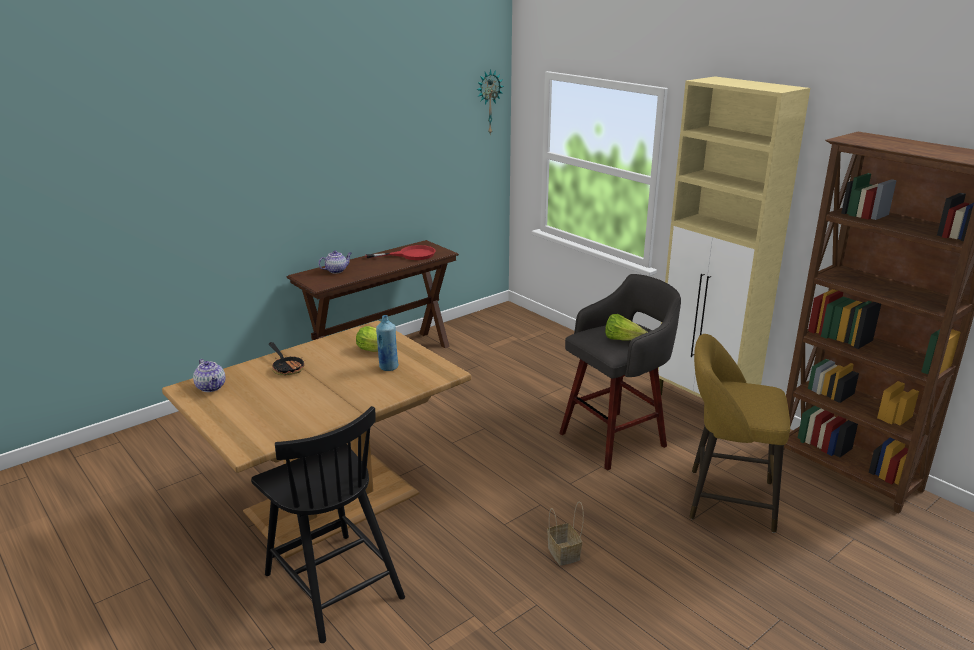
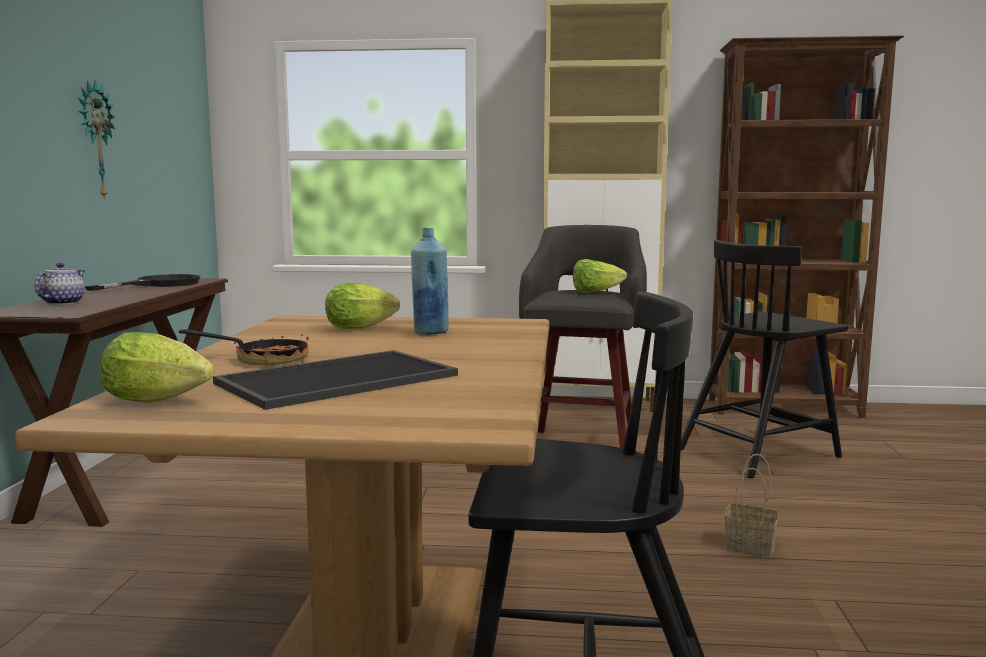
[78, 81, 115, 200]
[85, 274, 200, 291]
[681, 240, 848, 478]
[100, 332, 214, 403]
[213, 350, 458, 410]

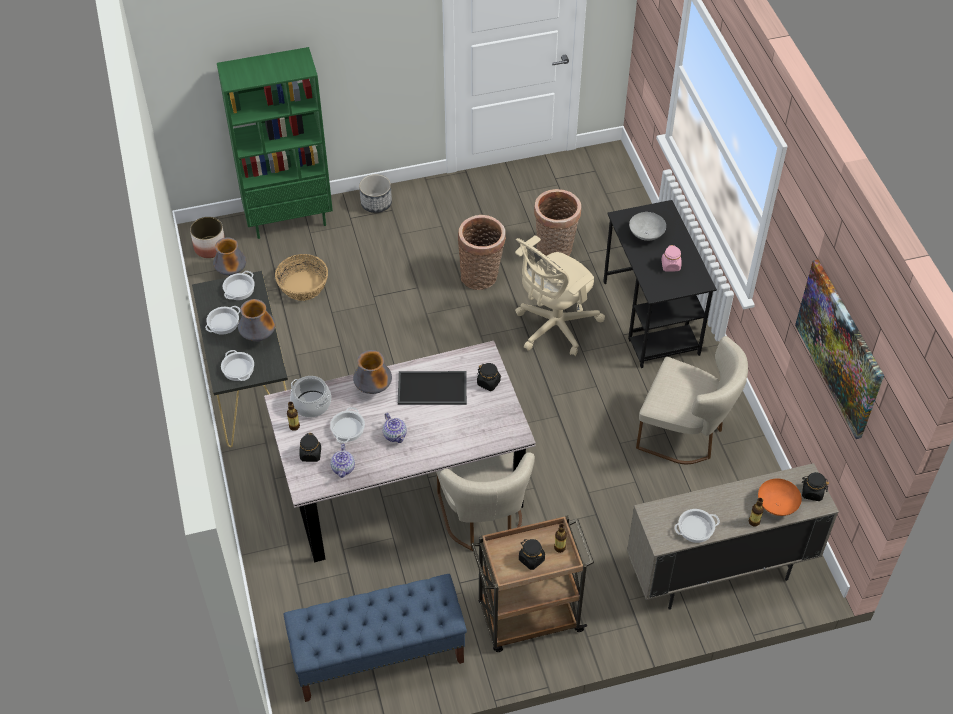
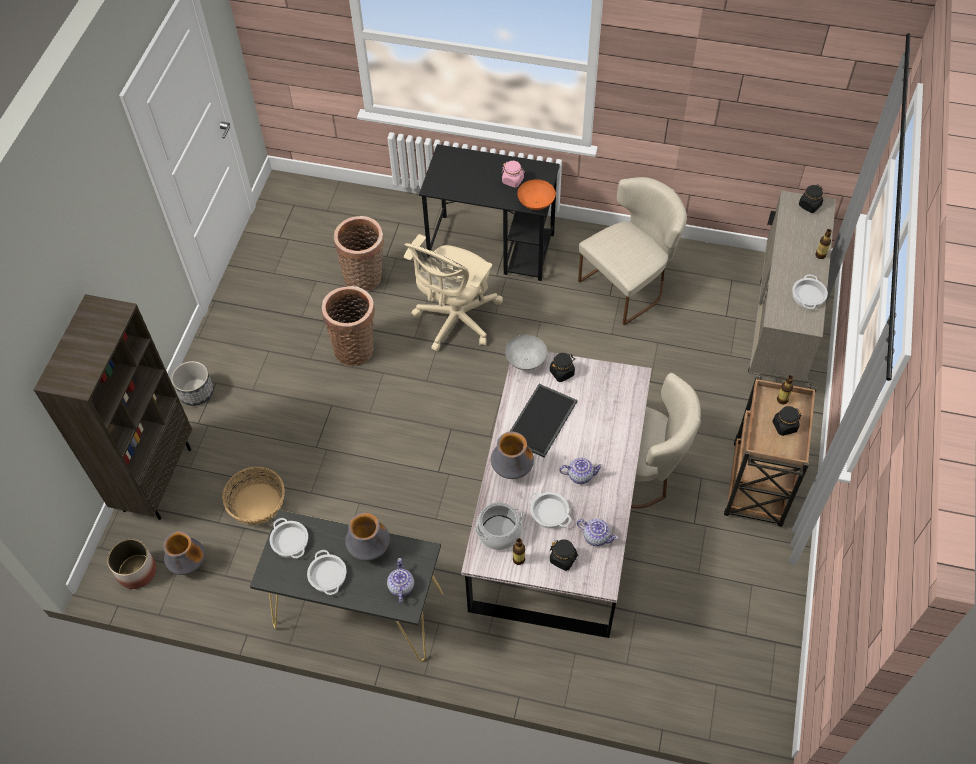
[34, 294, 192, 520]
[505, 335, 547, 370]
[404, 234, 503, 352]
[795, 260, 884, 439] (first image)
[387, 558, 414, 603]
[517, 179, 556, 210]
[283, 574, 467, 702] (first image)

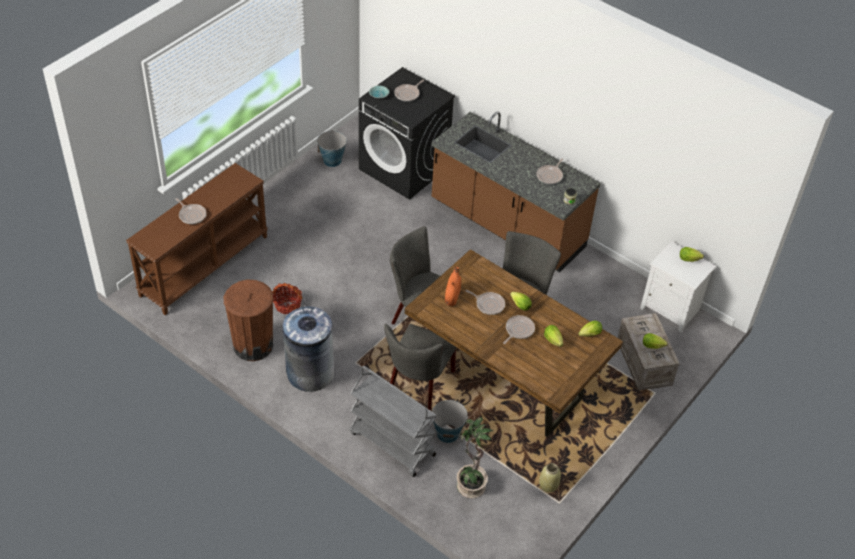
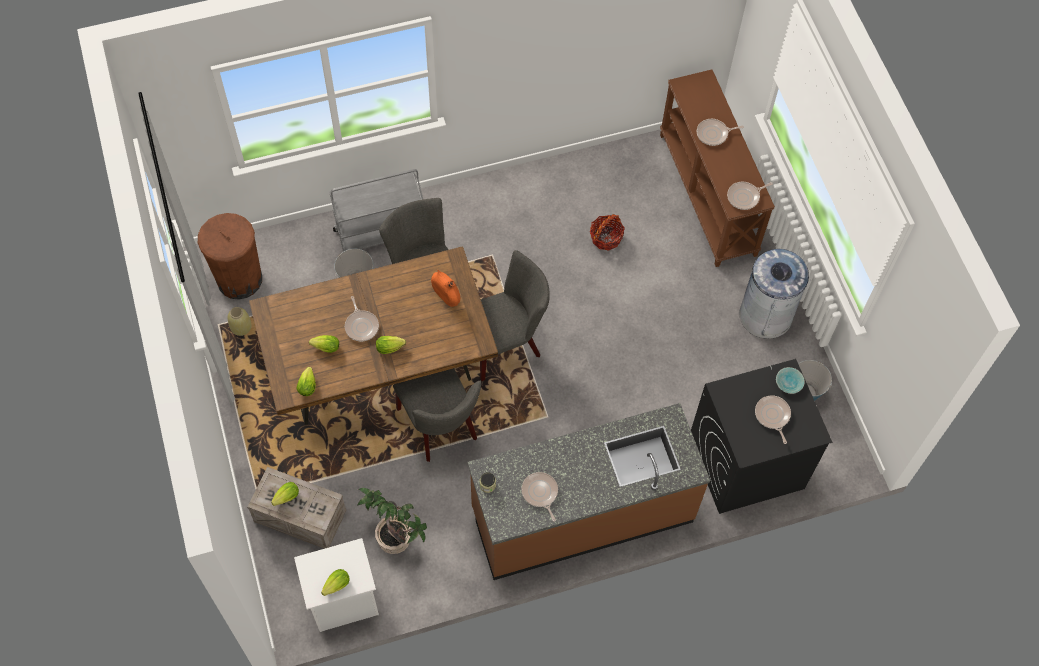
[198, 213, 262, 300]
[727, 182, 773, 210]
[739, 249, 811, 339]
[357, 488, 427, 554]

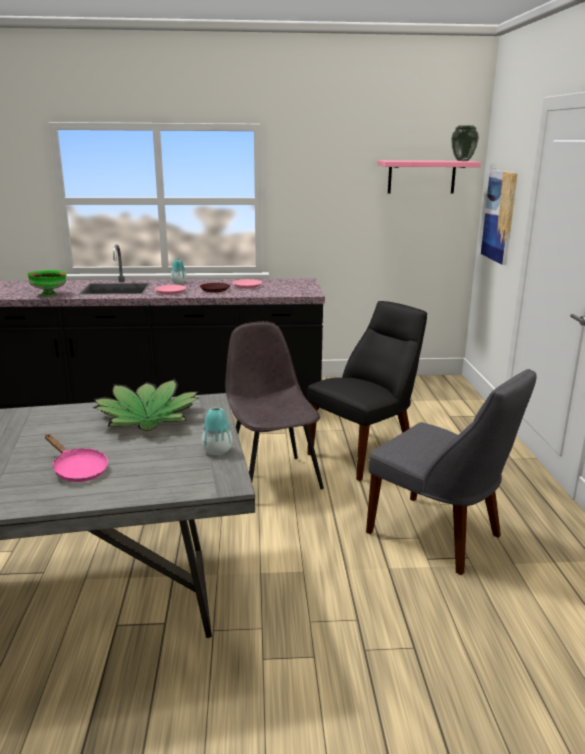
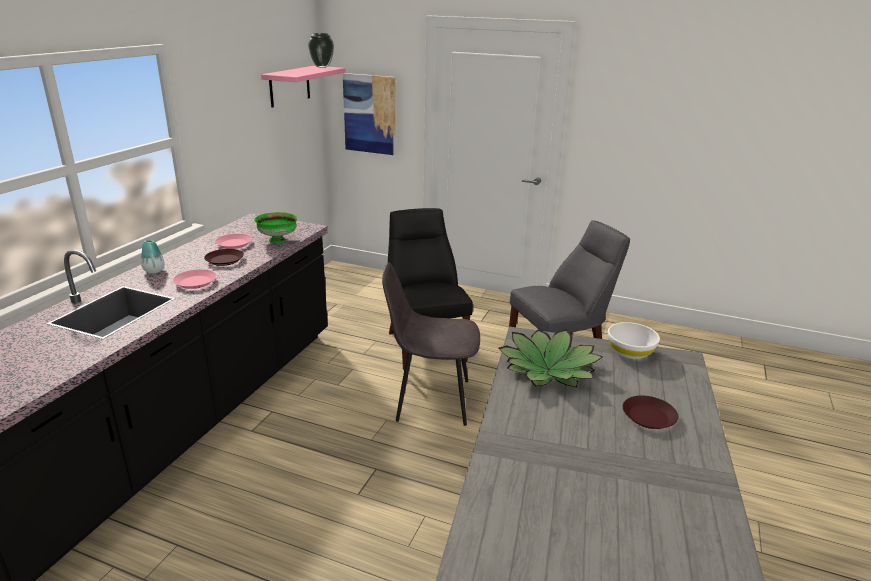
[254, 212, 298, 243]
[608, 322, 660, 359]
[623, 395, 678, 429]

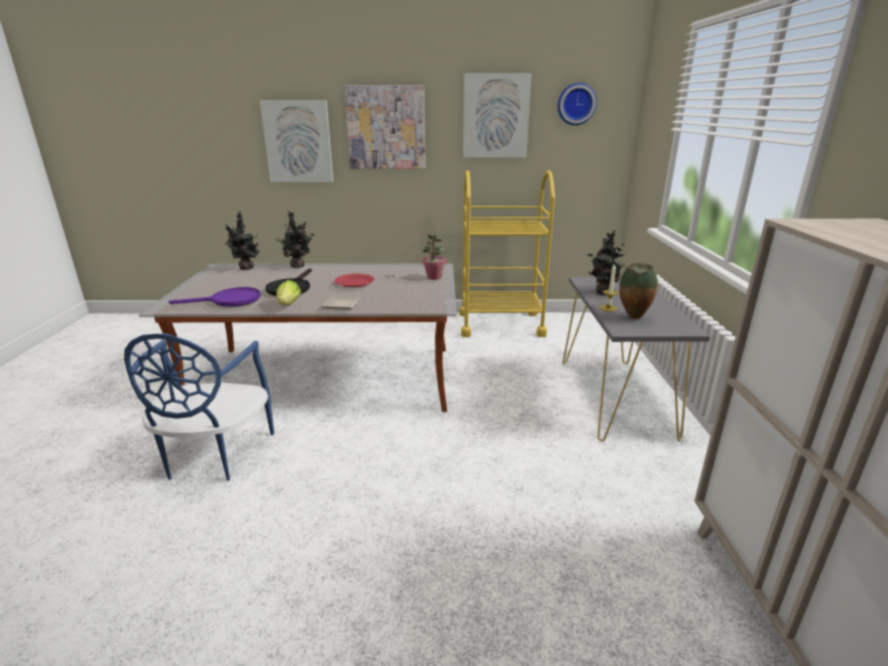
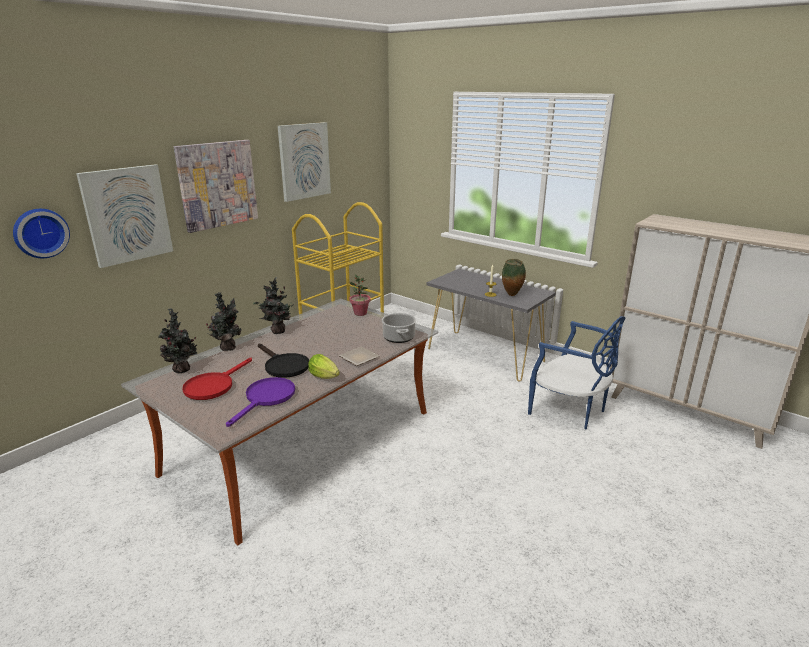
[13, 209, 70, 258]
[253, 277, 294, 334]
[335, 274, 374, 287] (first image)
[528, 316, 625, 430]
[382, 313, 416, 343]
[183, 358, 252, 400]

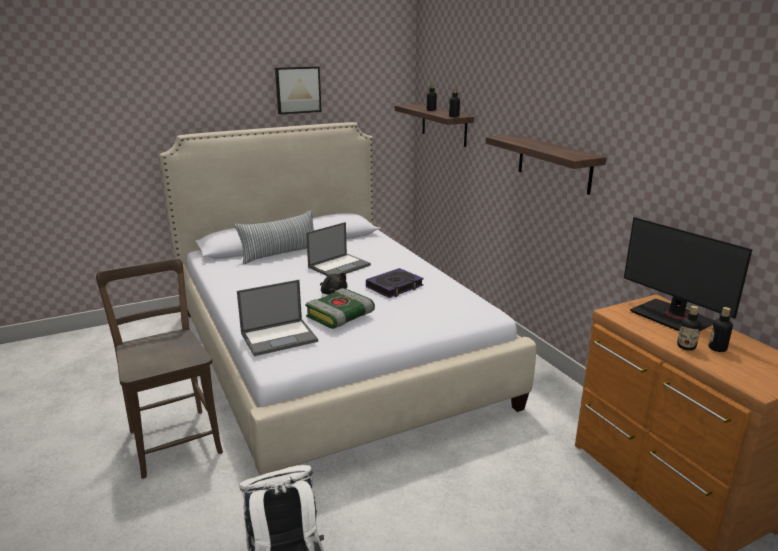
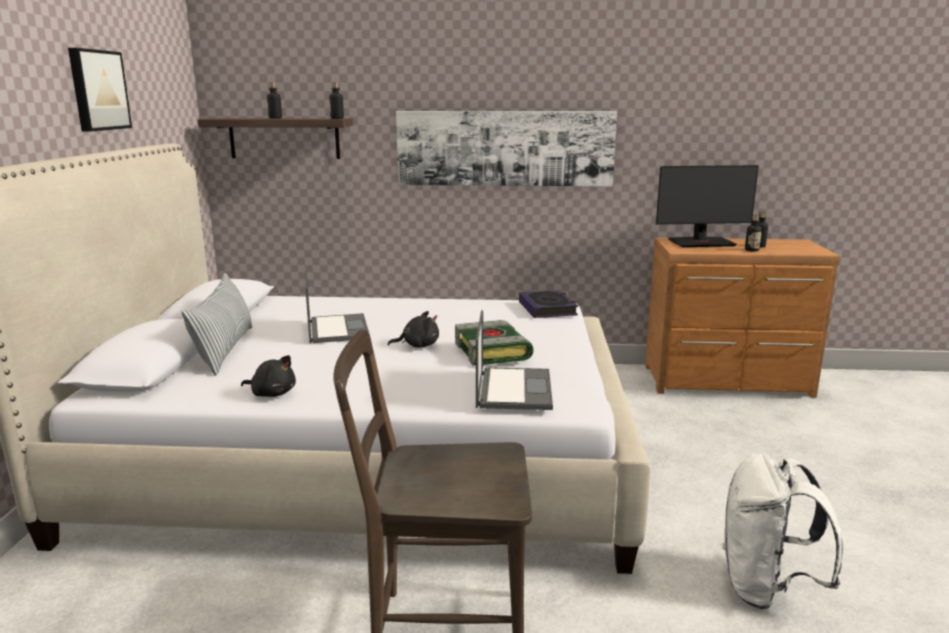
[396, 111, 617, 187]
[519, 290, 578, 318]
[241, 355, 296, 397]

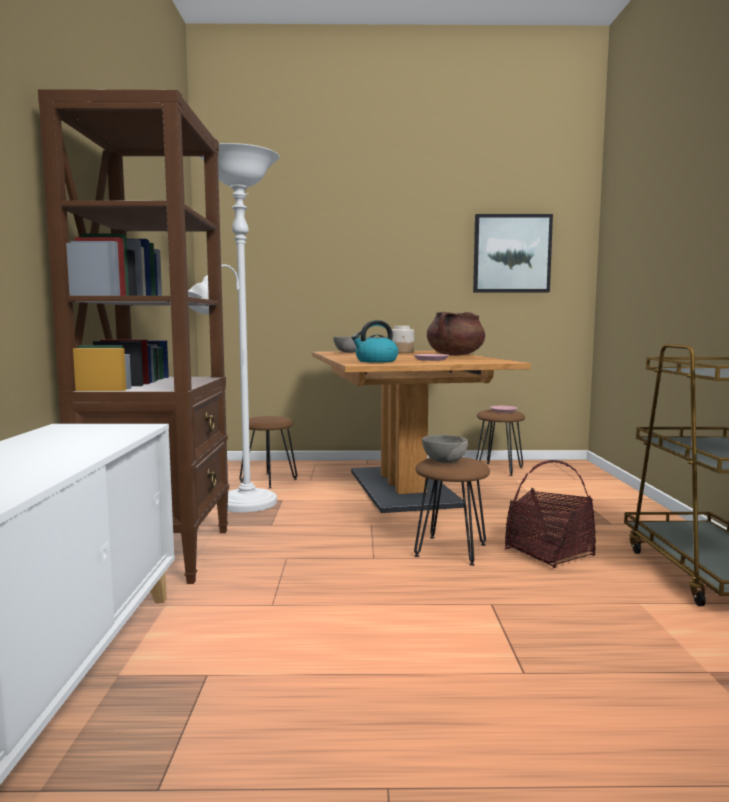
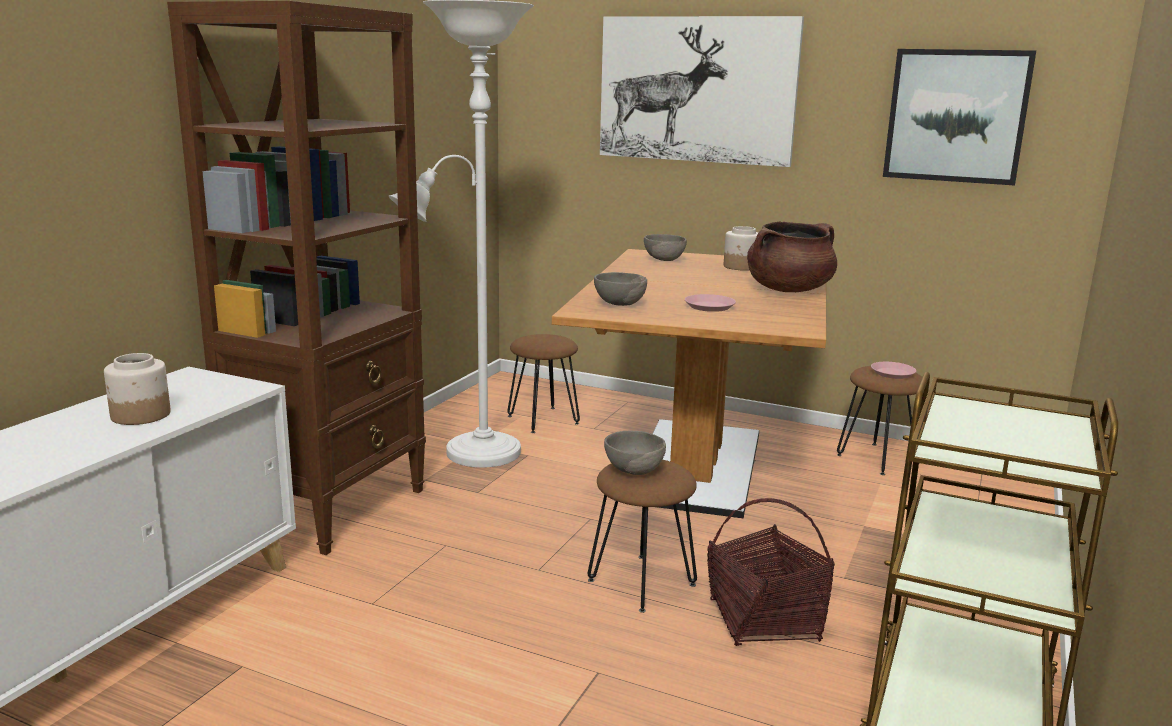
[594, 272, 647, 306]
[600, 16, 804, 167]
[104, 353, 171, 425]

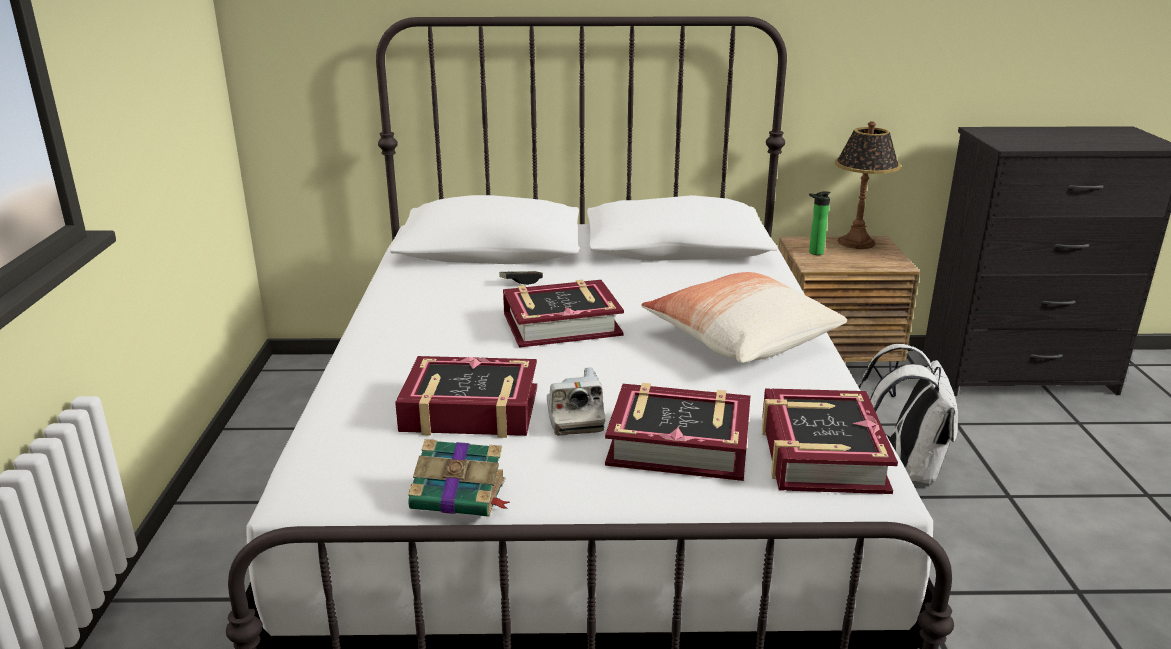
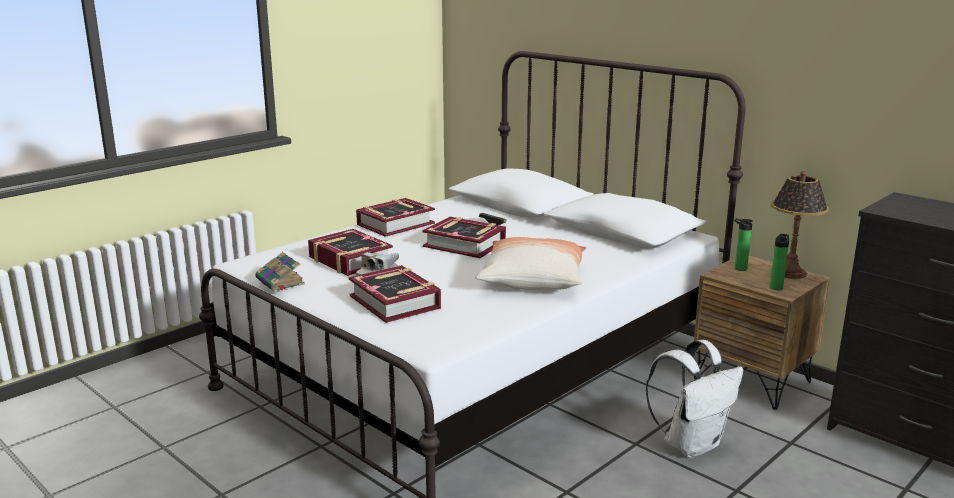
[356, 198, 435, 237]
[770, 234, 789, 290]

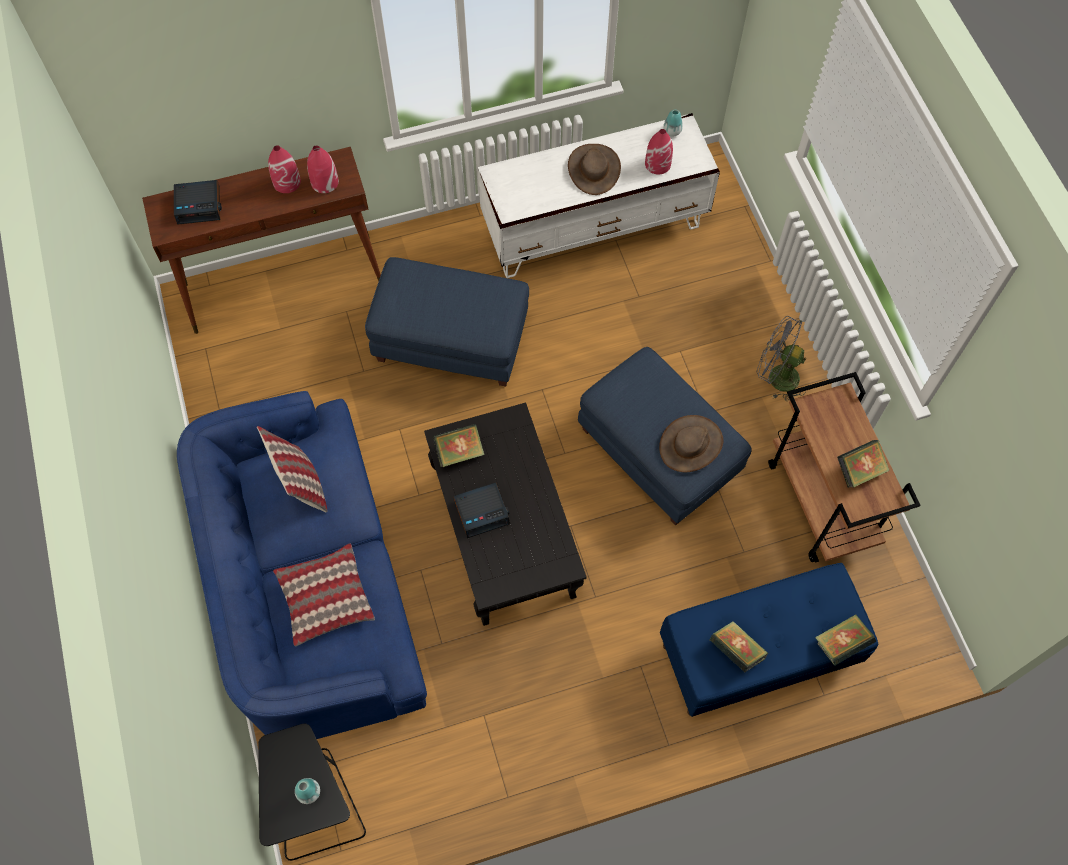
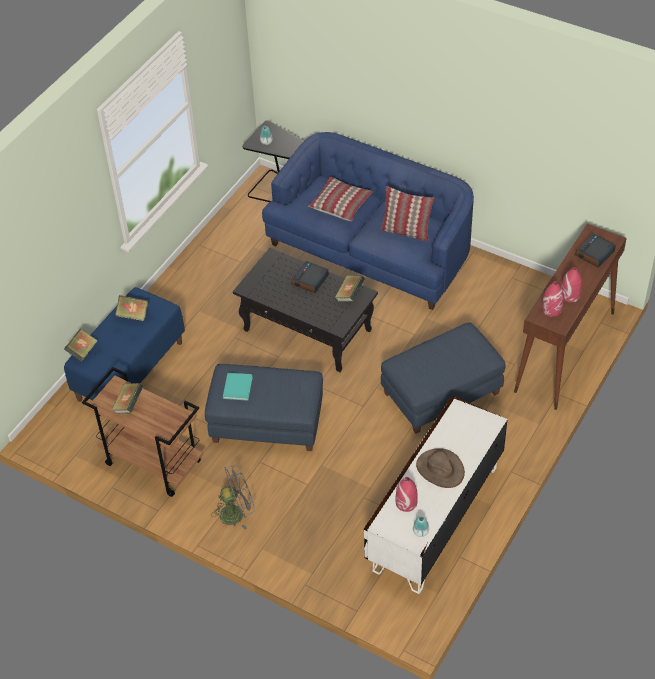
[223, 373, 253, 401]

